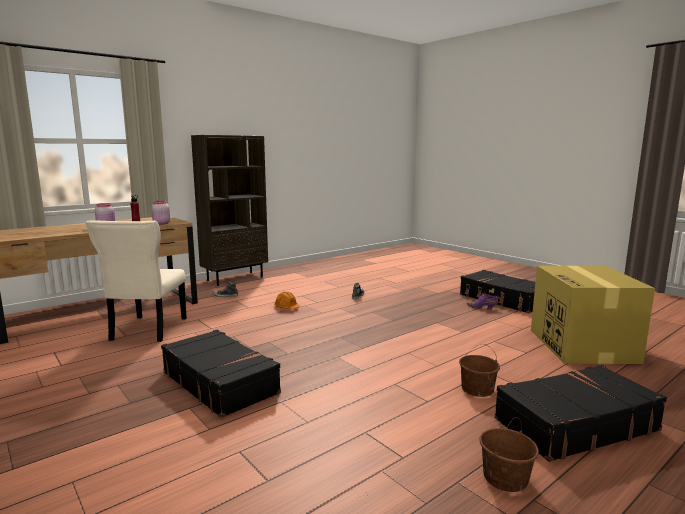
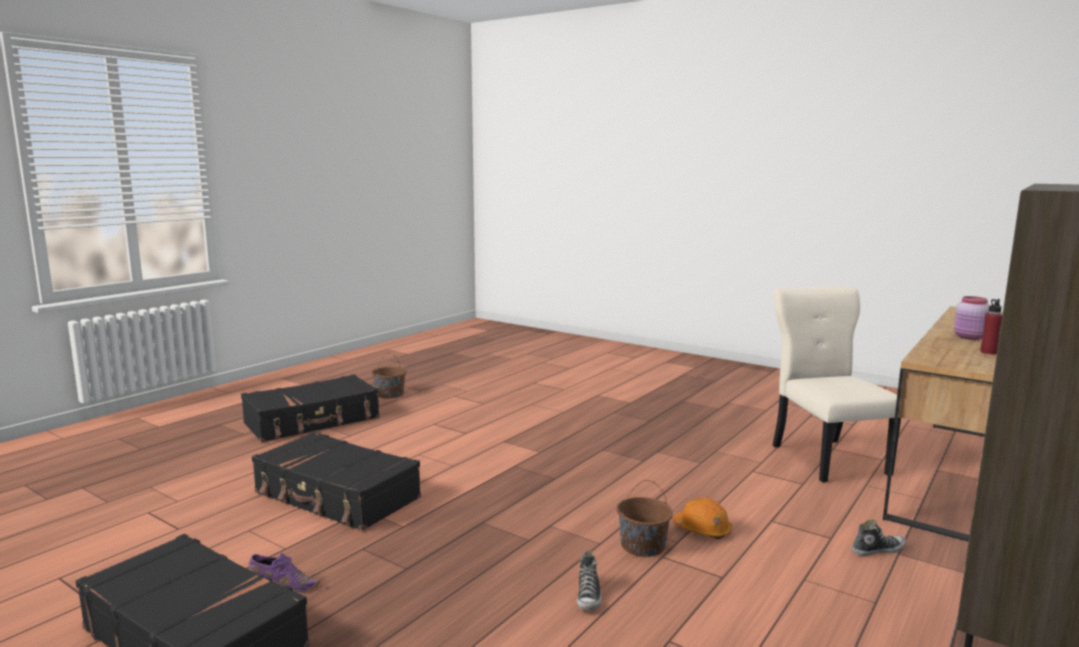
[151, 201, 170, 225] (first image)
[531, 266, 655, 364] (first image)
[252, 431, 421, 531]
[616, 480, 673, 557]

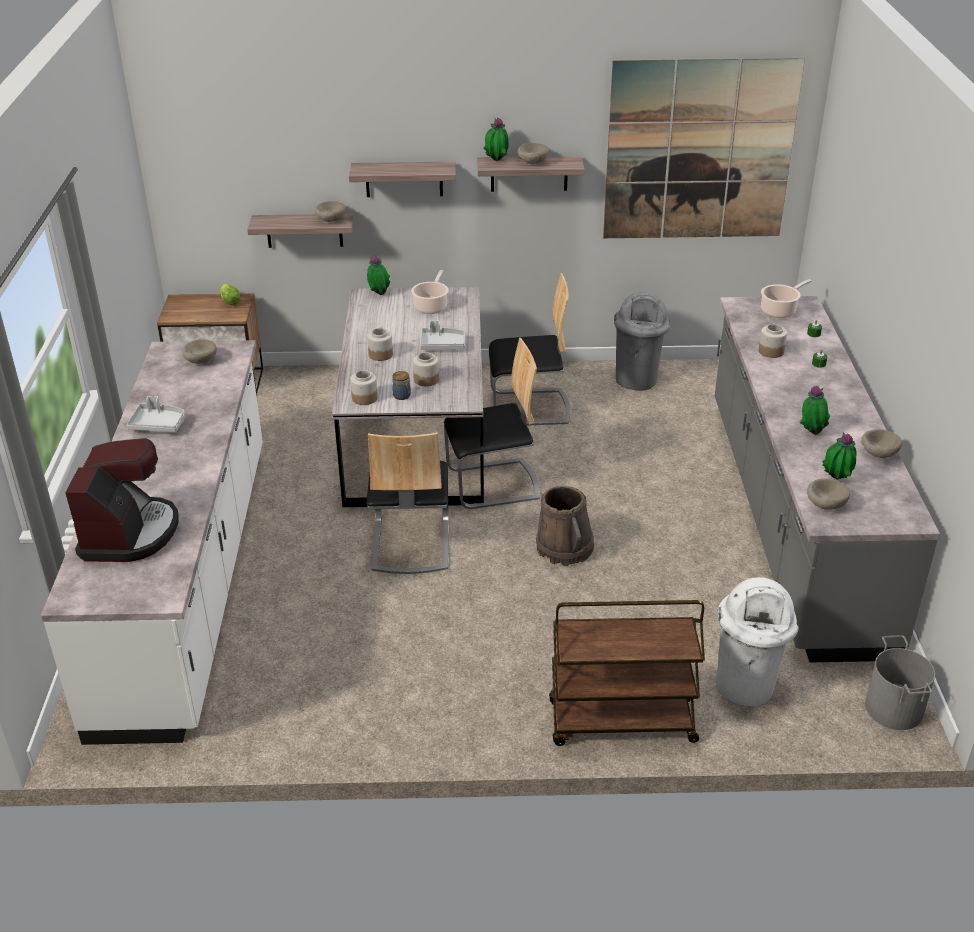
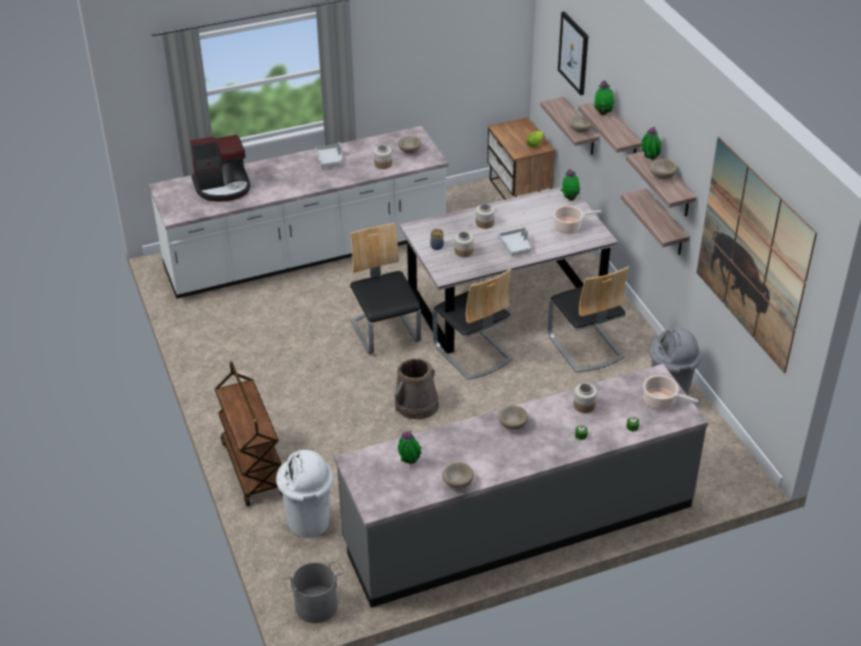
[374, 145, 392, 169]
[594, 81, 615, 115]
[350, 223, 421, 354]
[498, 405, 528, 430]
[558, 12, 588, 95]
[621, 188, 689, 255]

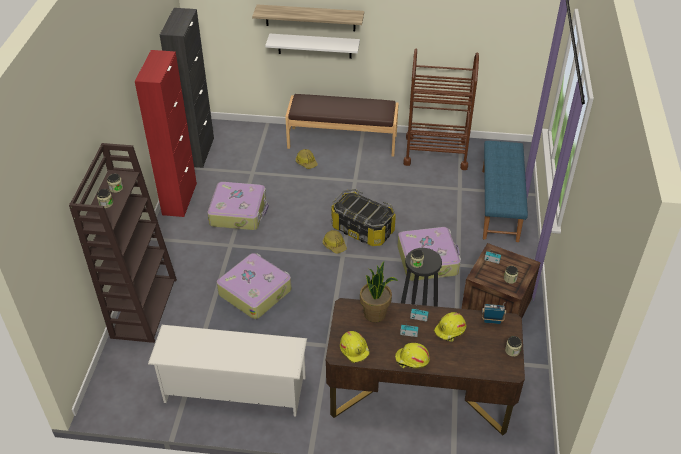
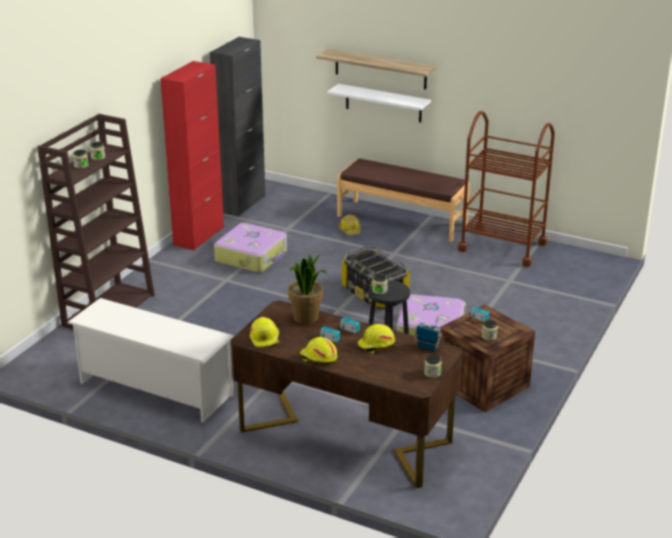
[482, 141, 528, 242] (first image)
[323, 230, 347, 254] (first image)
[217, 253, 291, 319] (first image)

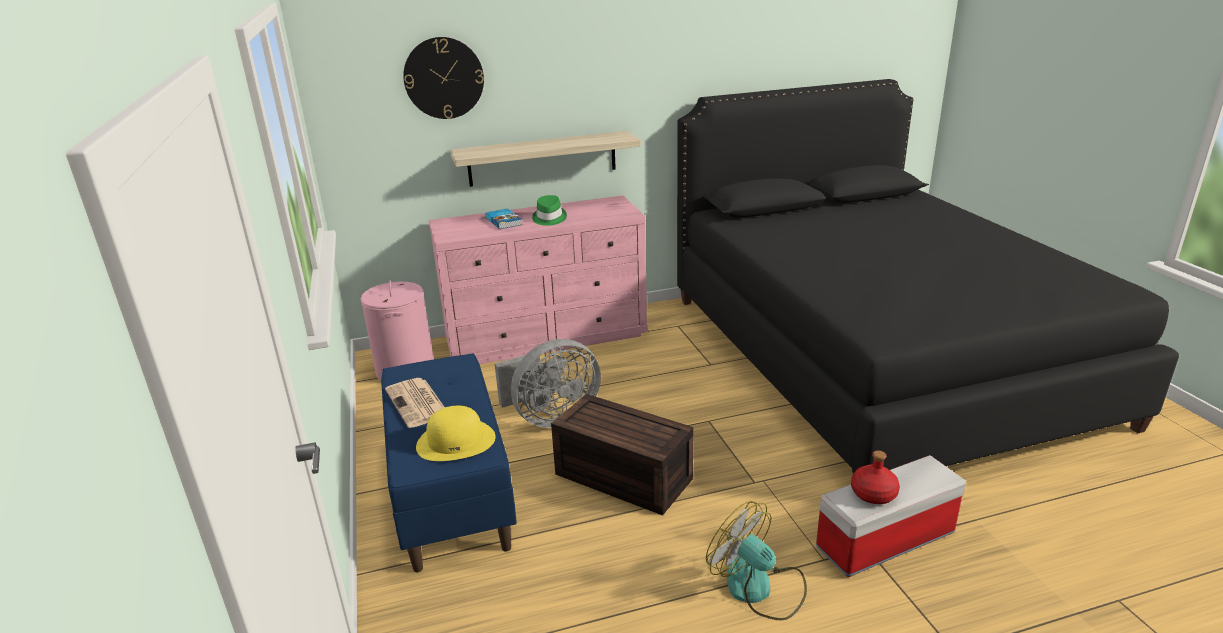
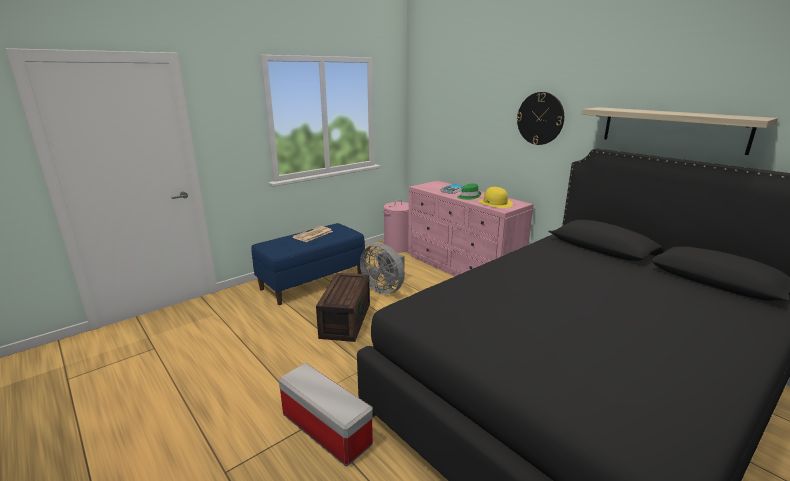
[517, 92, 564, 145]
[582, 107, 778, 155]
[478, 187, 513, 208]
[851, 451, 900, 504] (first image)
[706, 501, 807, 620] (first image)

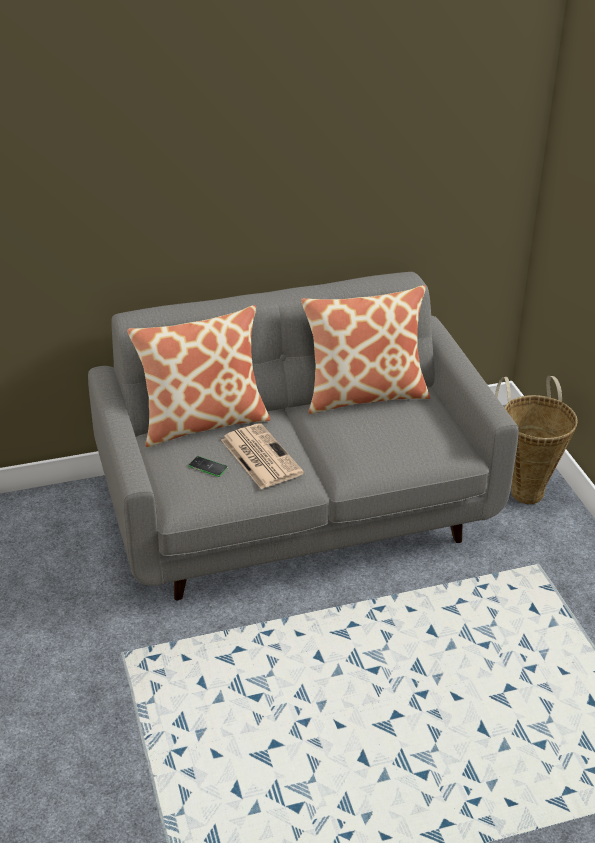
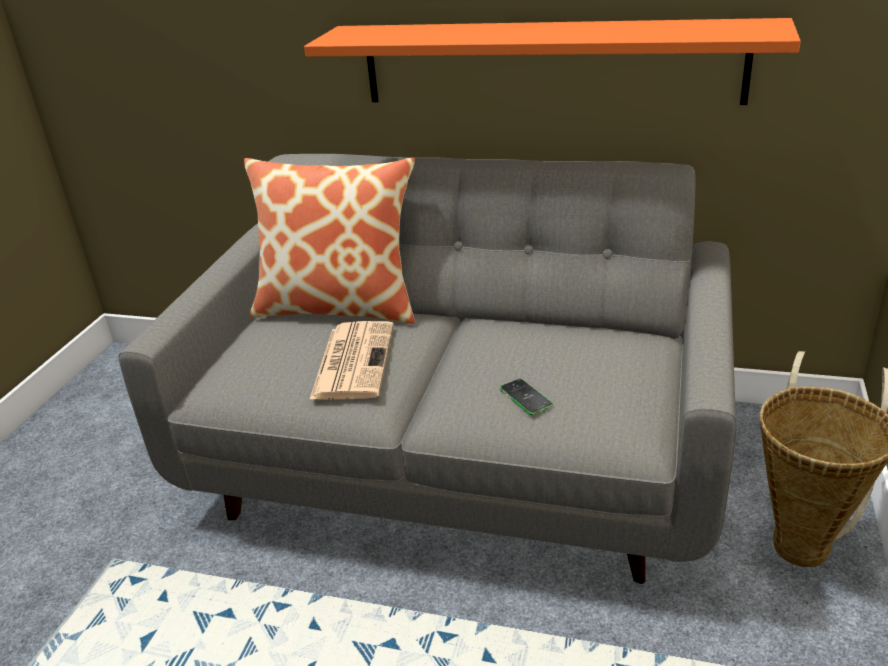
[301, 285, 430, 414] (first image)
[500, 379, 553, 415]
[304, 18, 801, 105]

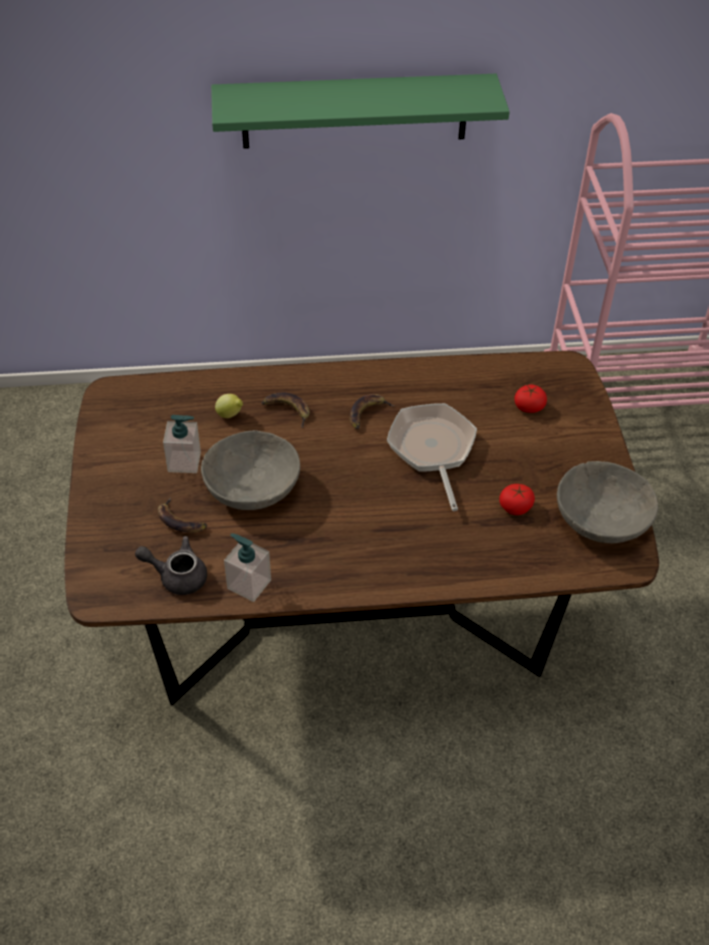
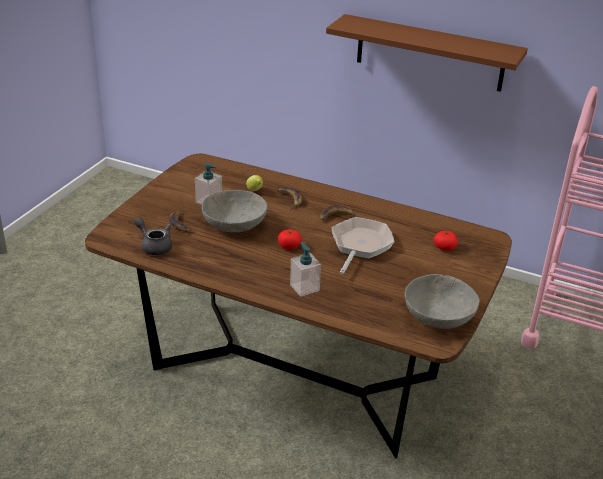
[326, 14, 528, 92]
[278, 229, 302, 250]
[290, 242, 321, 297]

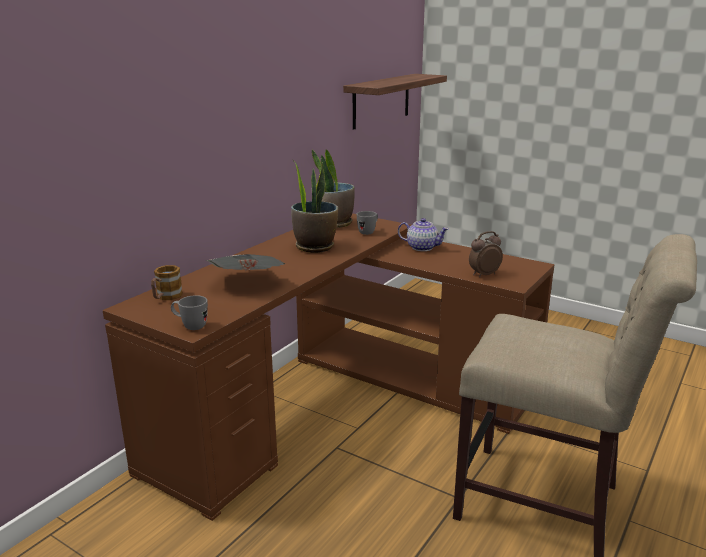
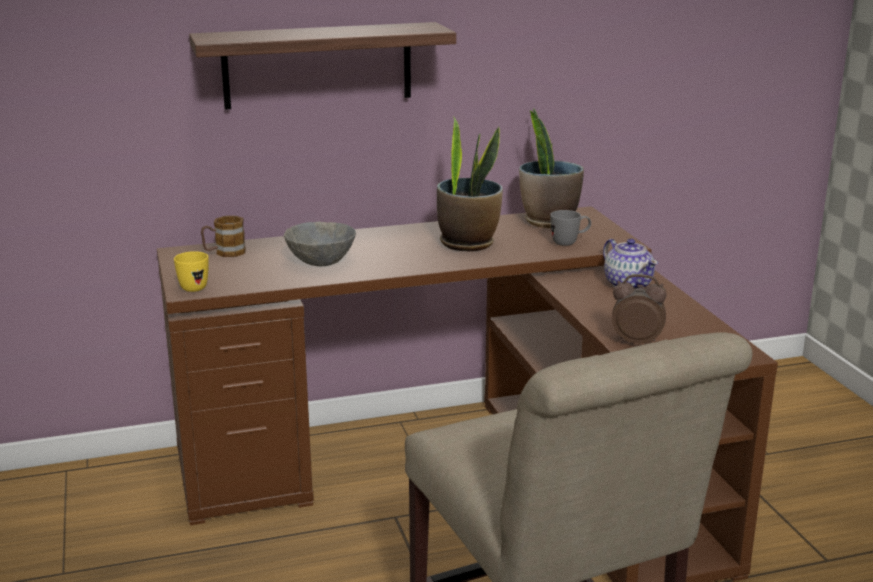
[189, 22, 456, 110]
[284, 222, 356, 266]
[174, 251, 209, 292]

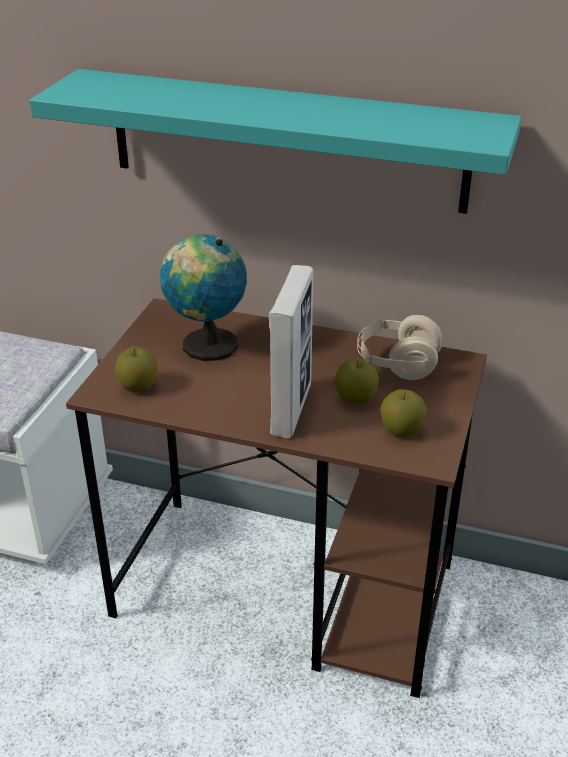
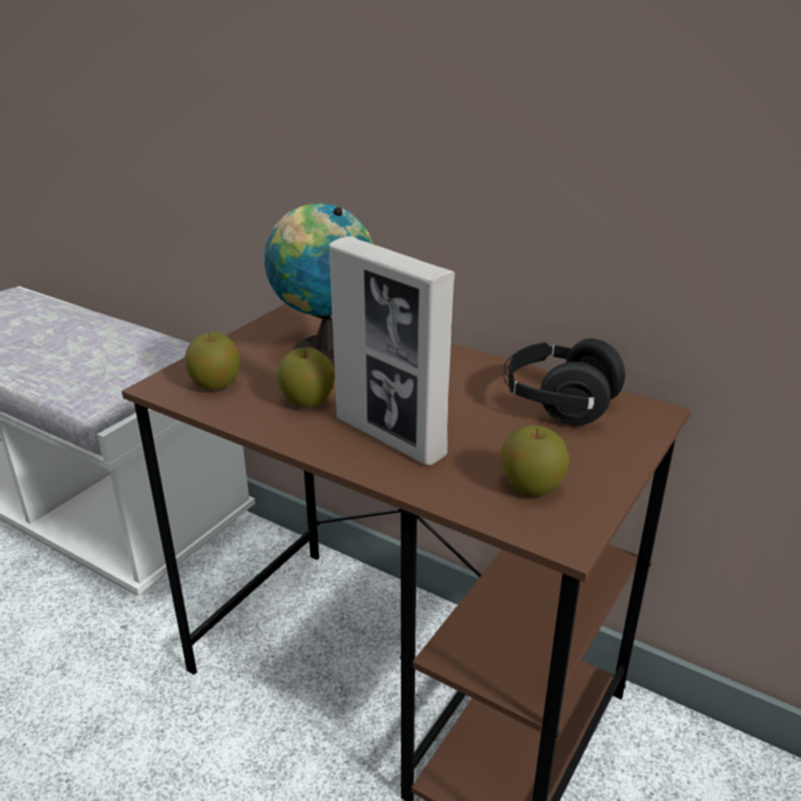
[29, 69, 522, 214] (first image)
[329, 236, 455, 466]
[503, 338, 625, 425]
[277, 347, 335, 407]

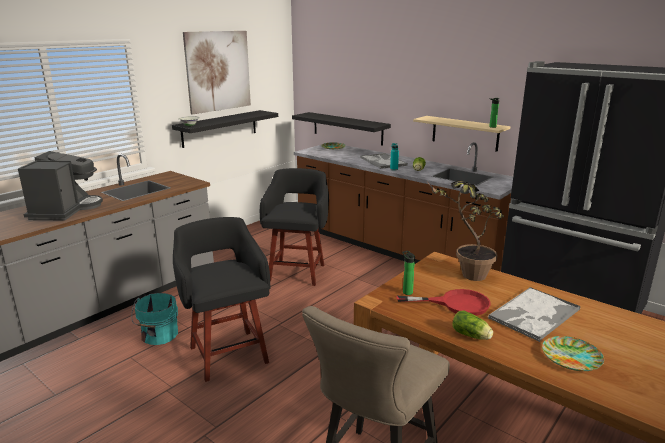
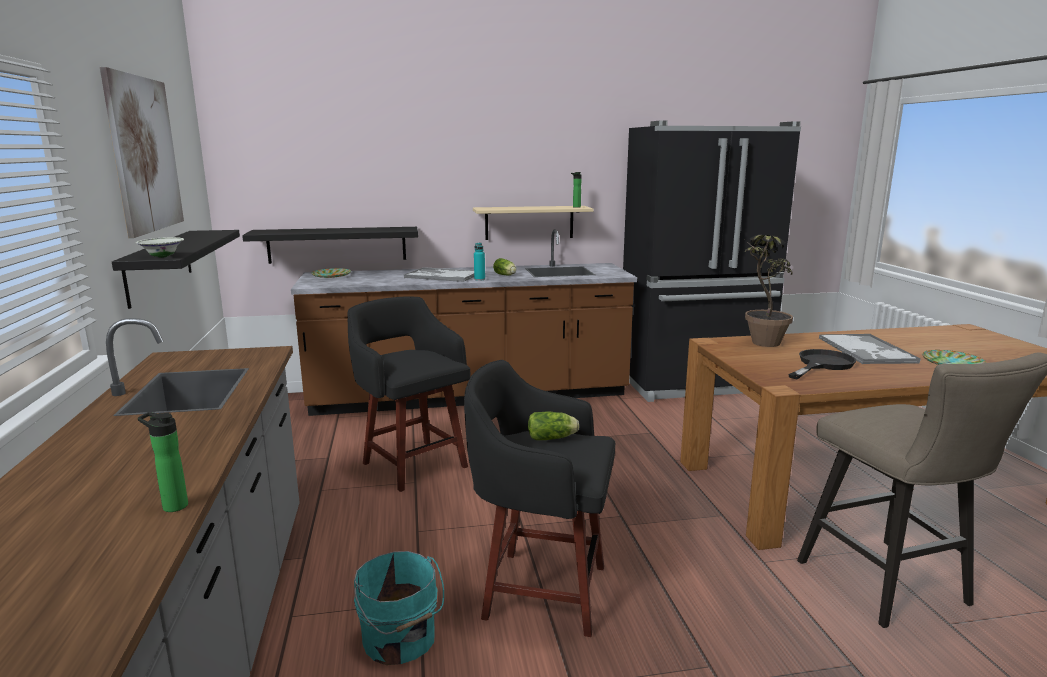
[18, 151, 103, 221] (first image)
[138, 412, 188, 512]
[788, 349, 856, 380]
[528, 412, 579, 440]

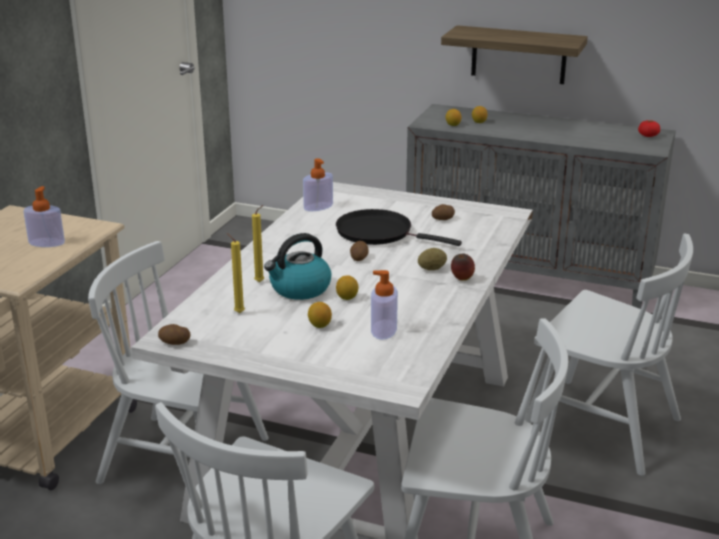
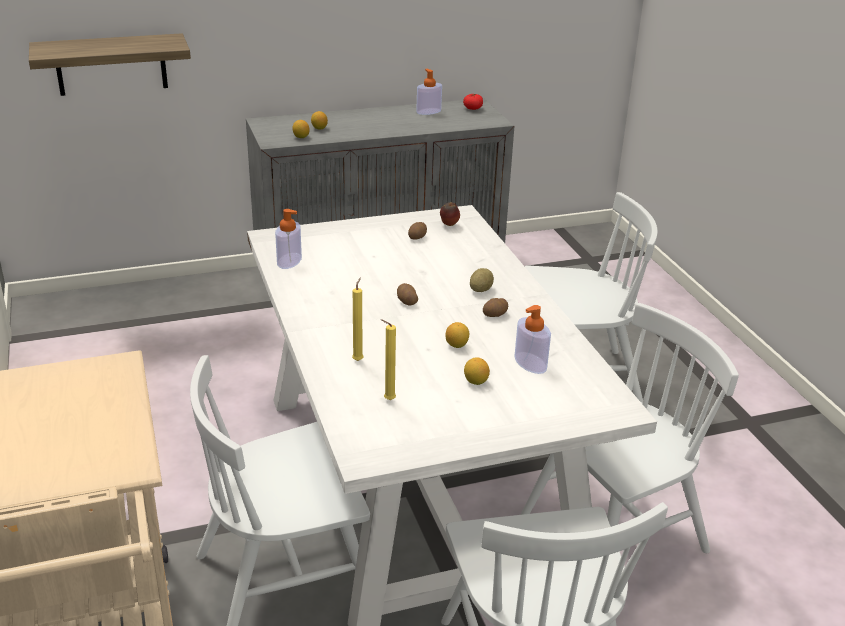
[29, 33, 191, 96]
[416, 69, 442, 115]
[336, 209, 462, 246] (first image)
[264, 233, 331, 300] (first image)
[440, 202, 460, 226]
[483, 298, 508, 317]

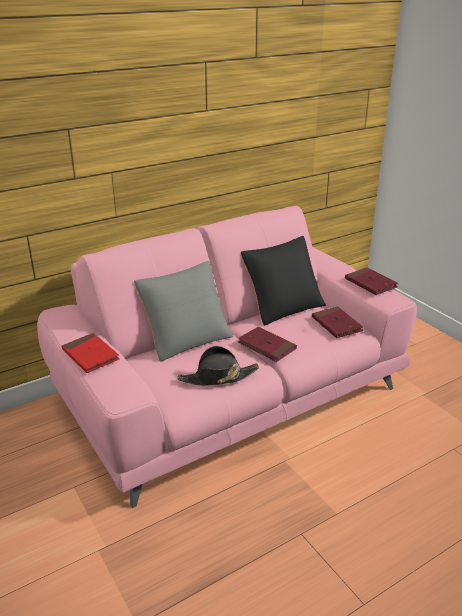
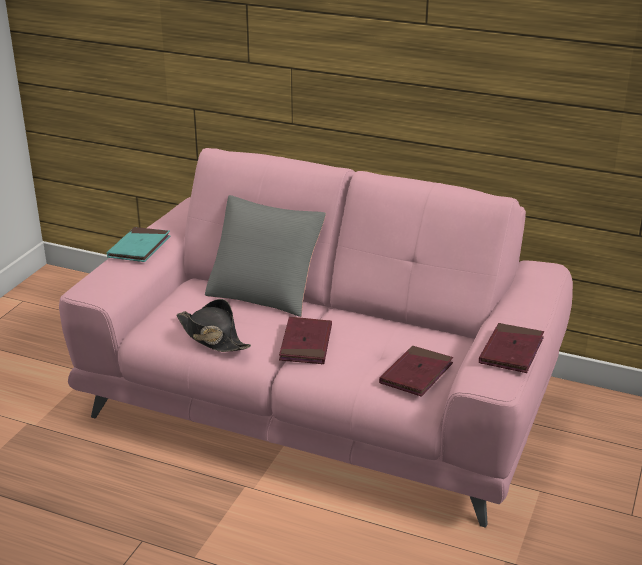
[240, 236, 326, 326] (first image)
[107, 227, 171, 262]

